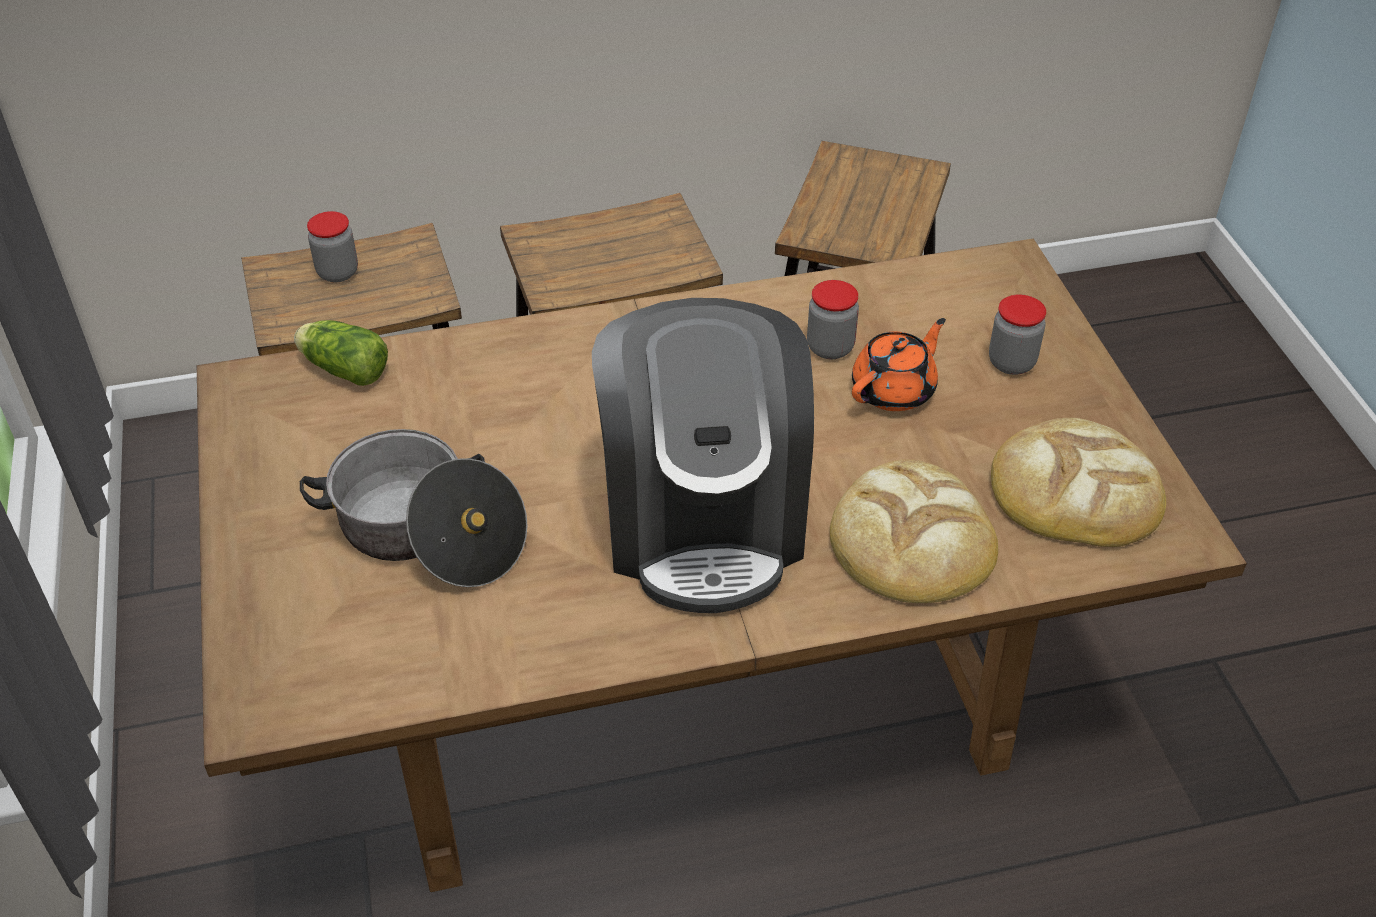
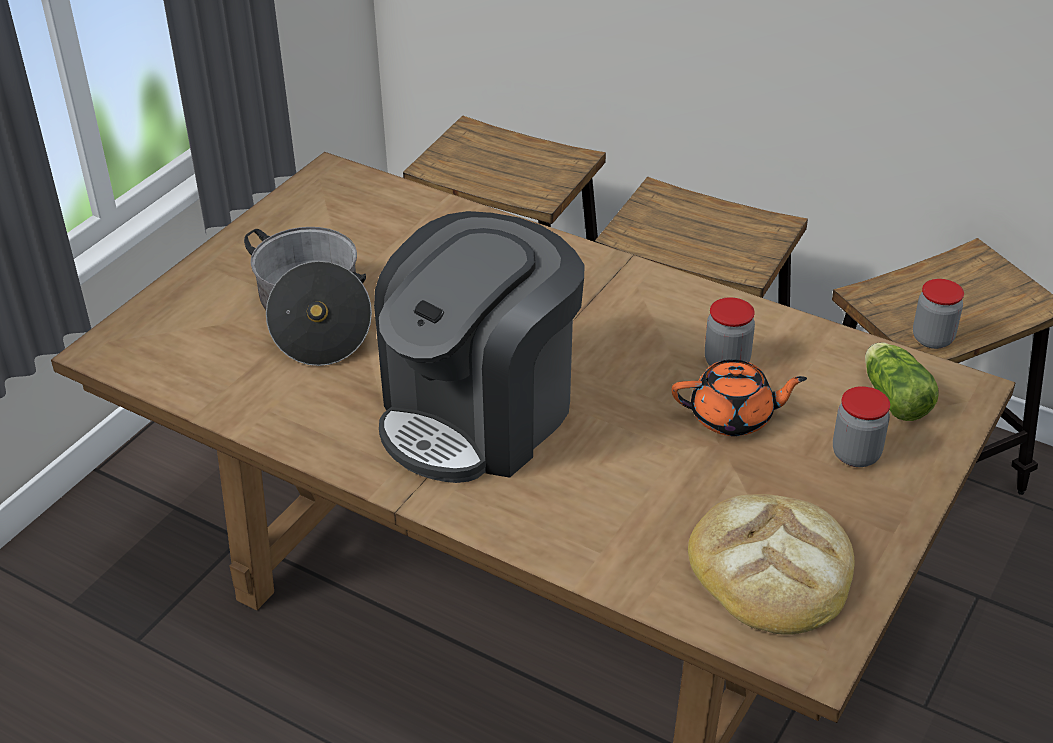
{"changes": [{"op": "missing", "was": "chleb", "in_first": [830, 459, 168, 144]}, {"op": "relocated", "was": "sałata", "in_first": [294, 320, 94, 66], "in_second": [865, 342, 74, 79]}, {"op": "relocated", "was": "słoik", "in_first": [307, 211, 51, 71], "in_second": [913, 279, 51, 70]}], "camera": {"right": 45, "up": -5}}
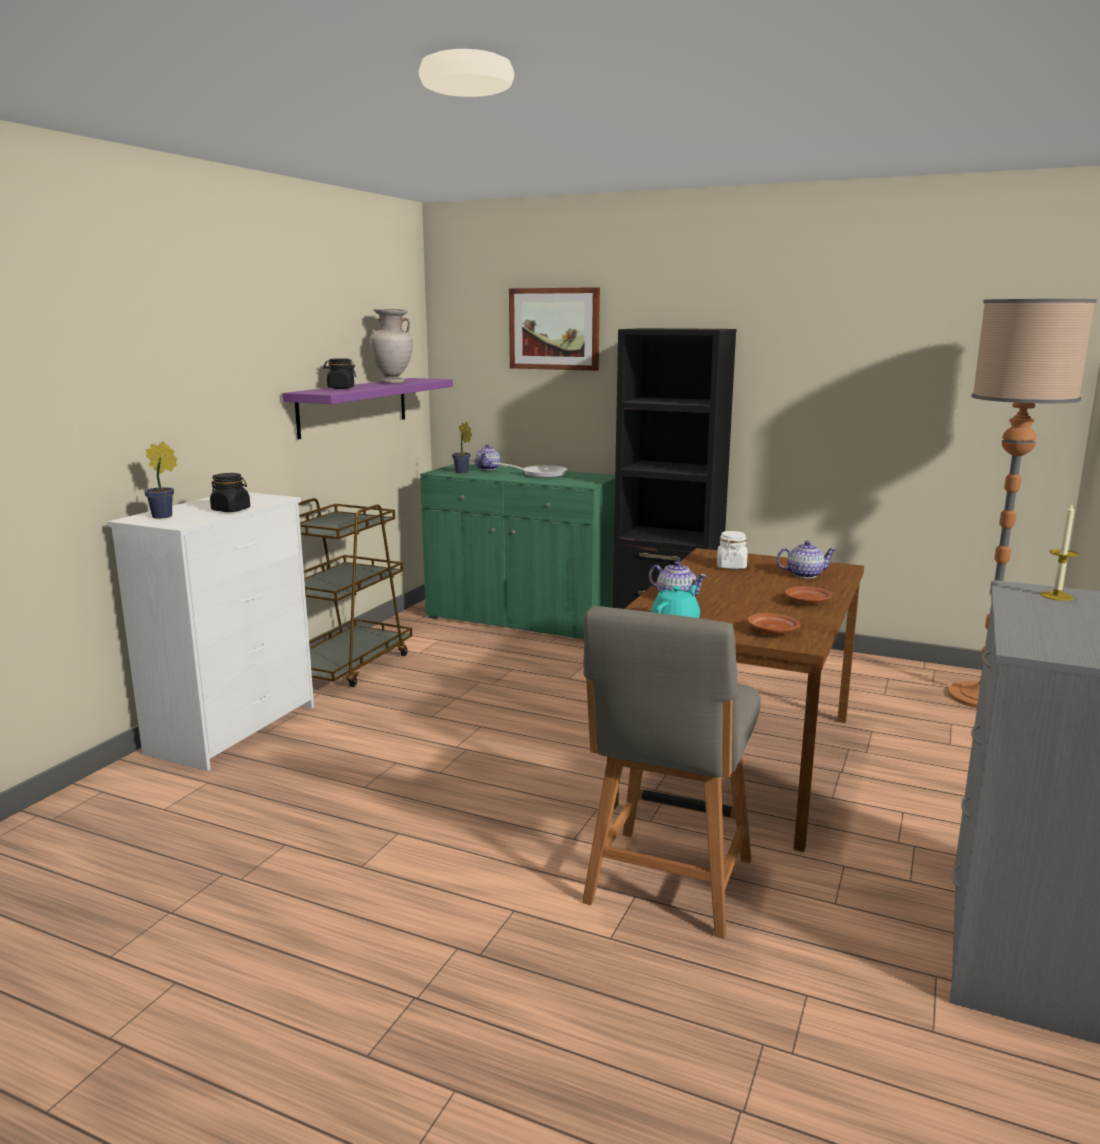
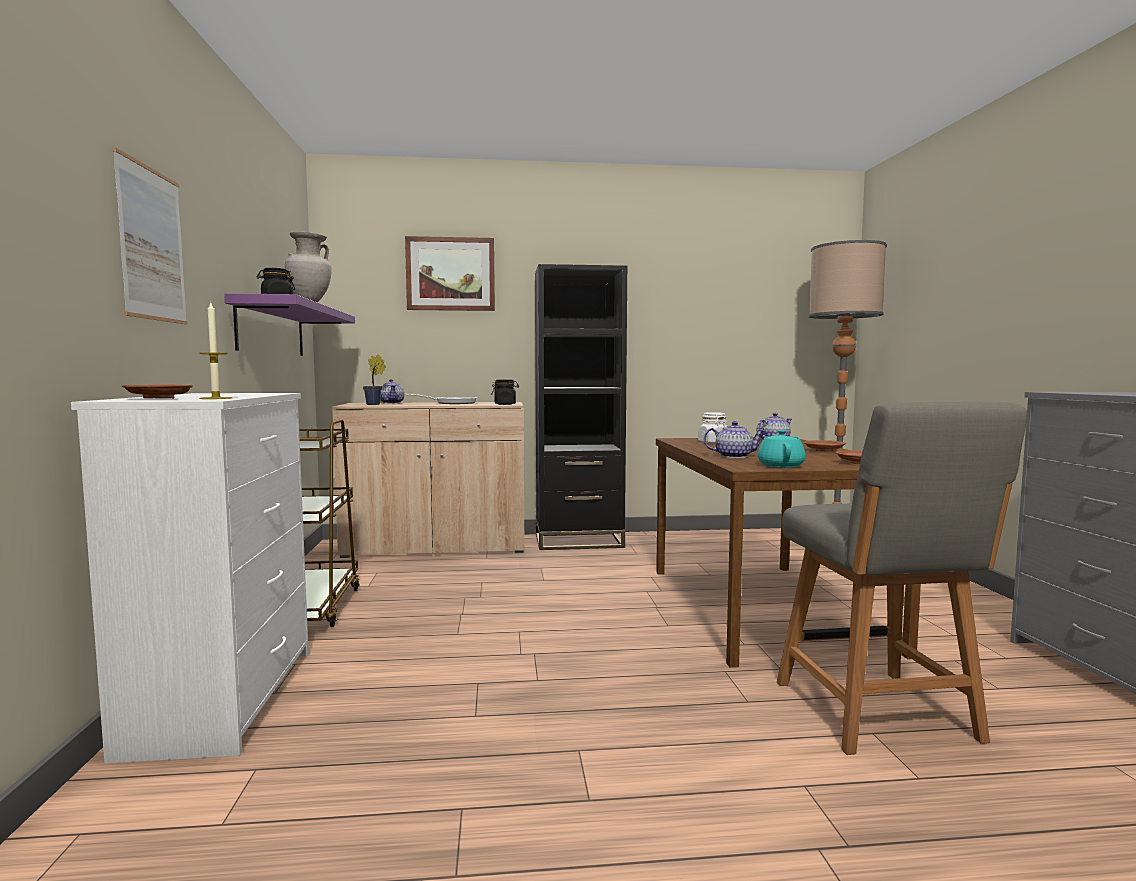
{"changes": [{"op": "appeared", "now": "obraz", "in_second": [112, 147, 76, 177]}, {"op": "relocated", "was": "słoik/czarny", "in_first": [210, 473, 40, 39], "in_second": [491, 379, 28, 26]}, {"op": "relocated", "was": "świeca", "in_first": [1040, 503, 38, 98], "in_second": [199, 303, 33, 96]}, {"op": "exchanged", "was": "roślina doniczkowa", "now": "talerz/brązowy", "in_first": [144, 442, 33, 77], "in_second": [122, 384, 71, 14]}, {"op": "colour", "was": "szafka/zielony", "now": "szafka/beżowy", "in_first": [420, 464, 195, 177], "in_second": [332, 402, 193, 156]}], "camera": {"right": -30, "up": -10}}
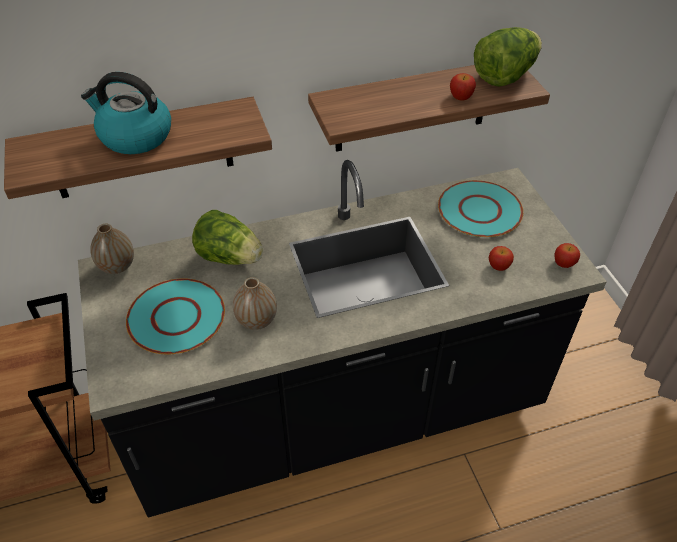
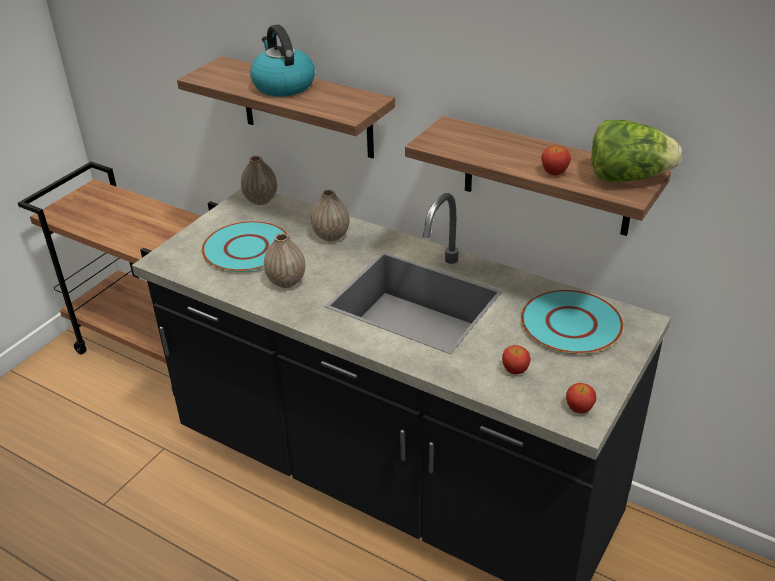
{"changes": [{"op": "exchanged", "was": "sałata", "now": "wazon", "in_first": [192, 210, 71, 55], "in_second": [311, 190, 38, 52]}], "camera": {"right": 50, "up": -10}}
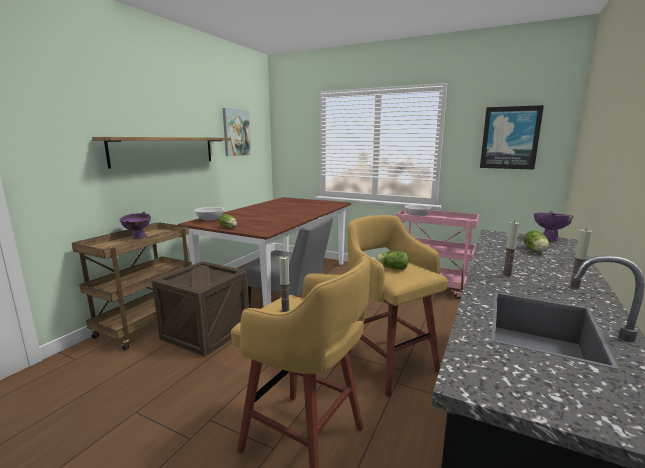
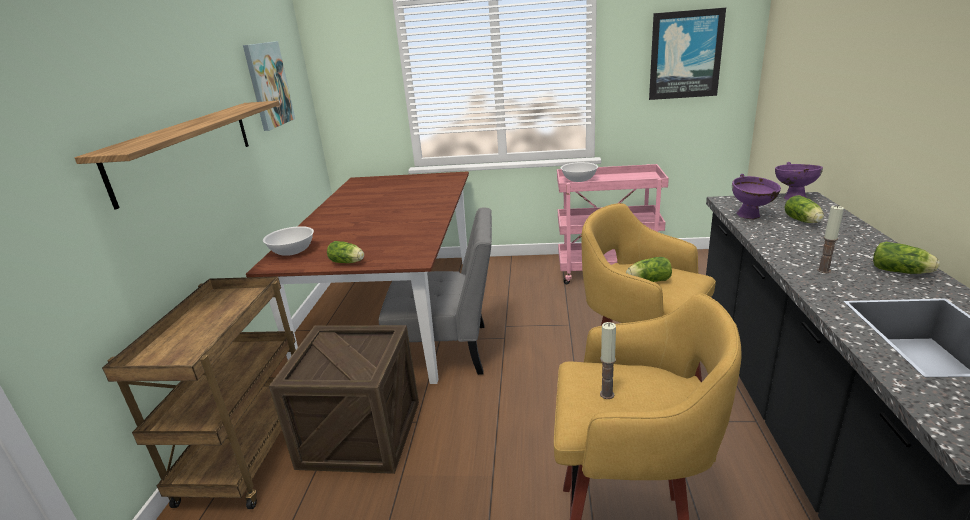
{"changes": [{"op": "relocated", "was": "miska/fioletowy", "in_first": [120, 211, 31, 28], "in_second": [732, 174, 49, 45]}, {"op": "exchanged", "was": "świeca", "now": "sałata", "in_first": [569, 229, 23, 61], "in_second": [873, 242, 67, 32]}], "camera": {"right": -20, "up": 10}}
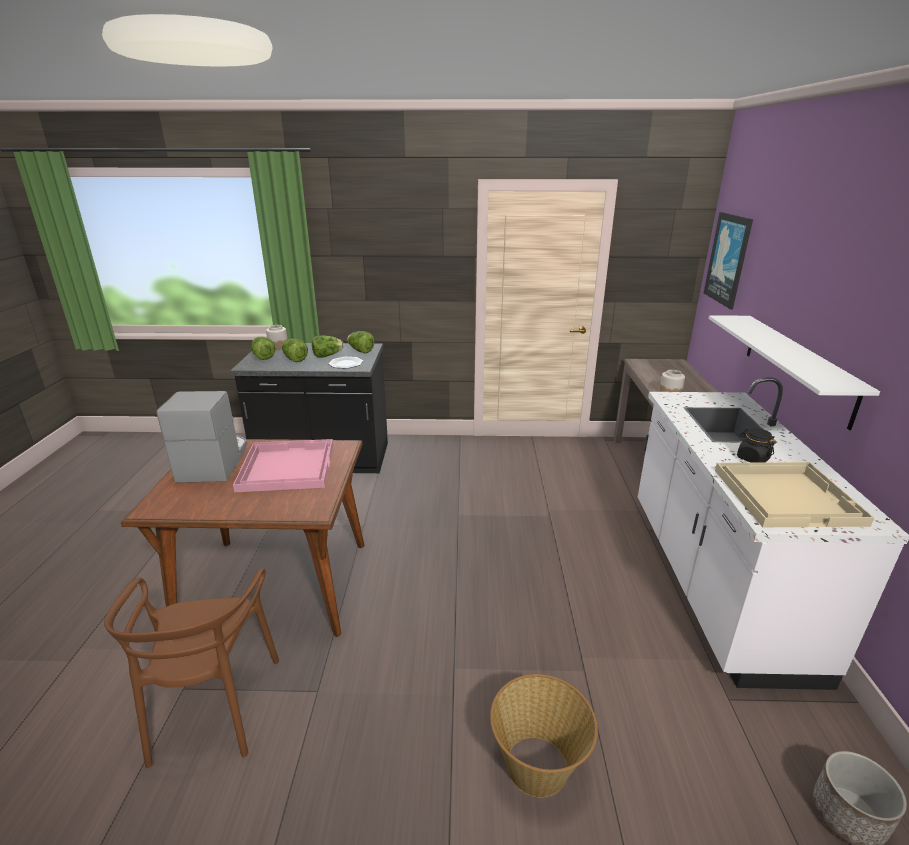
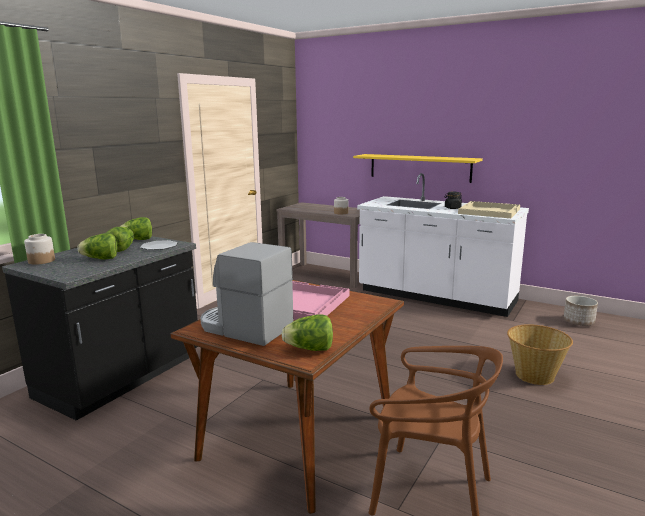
{"changes": [{"op": "missing", "was": "obraz", "in_first": [704, 212, 49, 97]}, {"op": "relocated", "was": "sałata", "in_first": [251, 337, 24, 23], "in_second": [281, 314, 52, 37]}, {"op": "colour", "was": "półka/biały", "now": "półka/żółty", "in_first": [709, 315, 171, 115], "in_second": [353, 154, 130, 29]}], "camera": {"right": -60, "up": -10}}
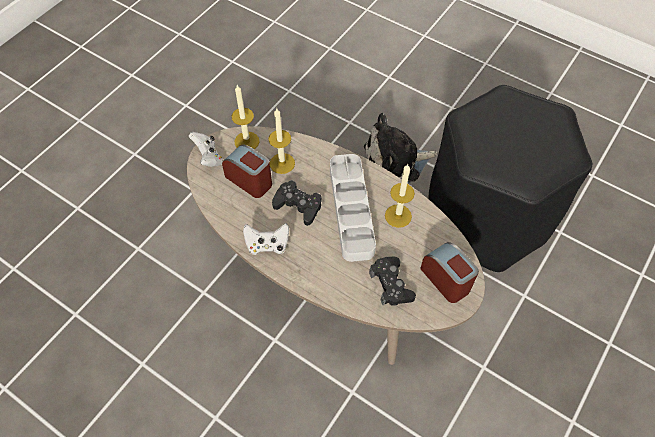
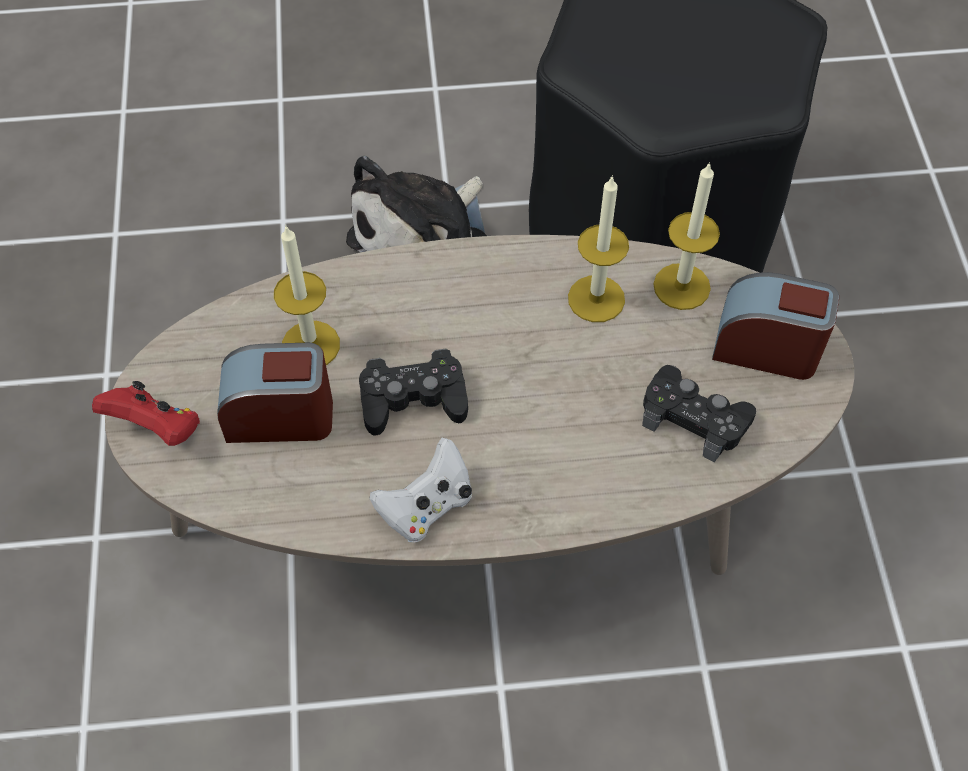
{"changes": [{"op": "missing", "was": "taca/szary", "in_first": [330, 154, 46, 108]}, {"op": "relocated", "was": "świeca", "in_first": [232, 85, 27, 64], "in_second": [654, 162, 66, 148]}, {"op": "colour", "was": "pad do gier/biały", "now": "pad do gier/czerwony", "in_first": [189, 132, 34, 35], "in_second": [92, 381, 108, 65]}], "camera": {"right": -40, "up": 0}}
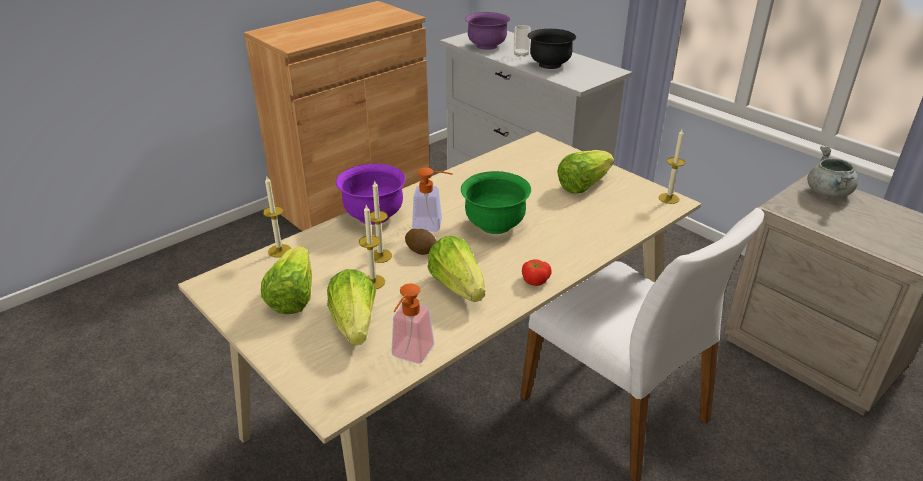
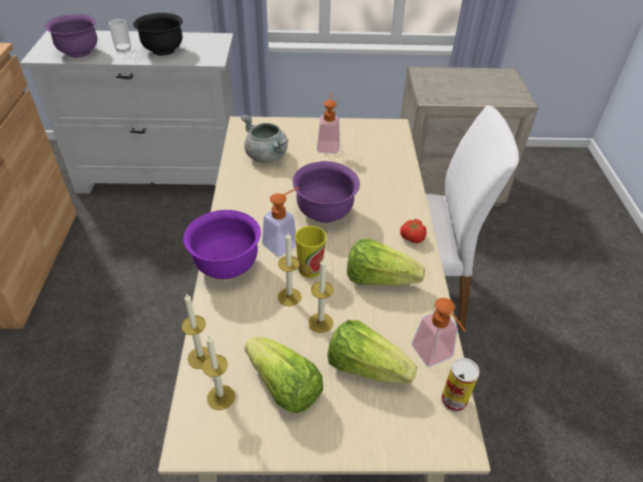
{"changes": [{"op": "appeared", "now": "puszka", "in_second": [441, 358, 39, 54]}, {"op": "relocated", "was": "świeca", "in_first": [659, 129, 26, 75], "in_second": [202, 335, 33, 75]}, {"op": "relocated", "was": "garnek/szary", "in_first": [807, 146, 51, 51], "in_second": [241, 115, 47, 47]}, {"op": "exchanged", "was": "ziemniak", "now": "filiżanka", "in_first": [405, 229, 32, 26], "in_second": [295, 226, 31, 52]}, {"op": "exchanged", "was": "sałata", "now": "dozownik mydła", "in_first": [557, 150, 57, 44], "in_second": [317, 93, 23, 60]}, {"op": "colour", "was": "miska/zielony", "now": "miska/fioletowy", "in_first": [461, 171, 70, 63], "in_second": [293, 161, 67, 62]}], "camera": {"right": -50, "up": 10}}
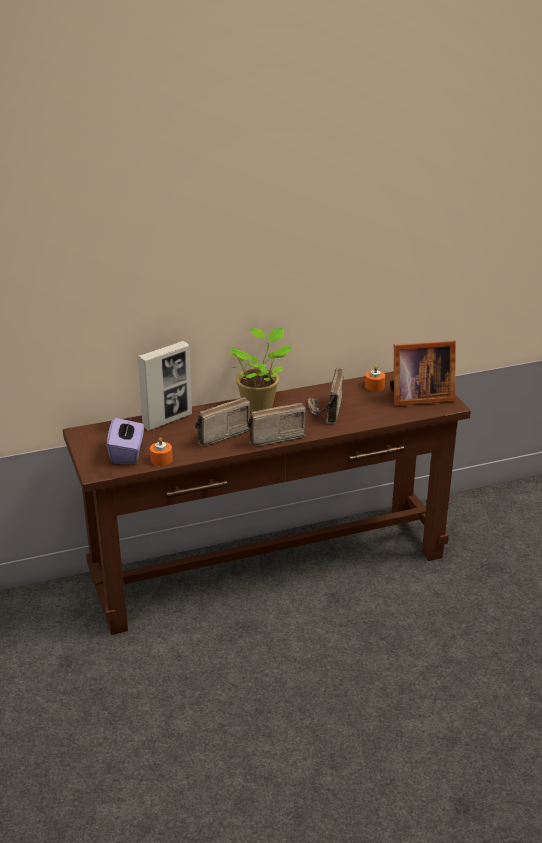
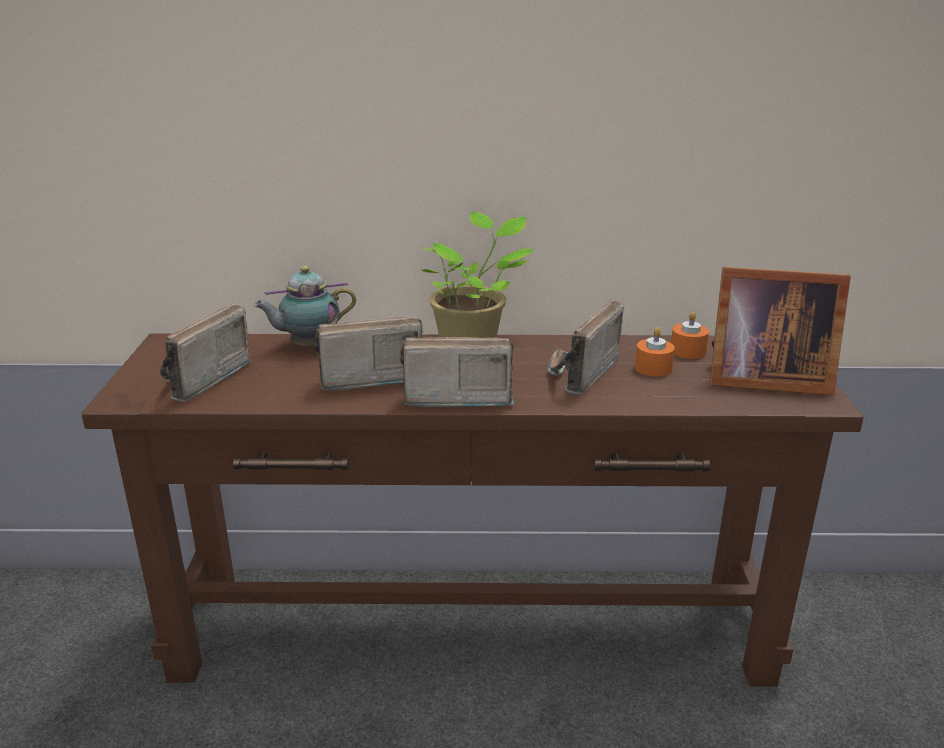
{"changes": [{"op": "relocated", "was": "świeca/pomarańczowy", "in_first": [150, 437, 23, 29], "in_second": [635, 327, 40, 50]}, {"op": "exchanged", "was": "pudełko chusteczek/fioletowy", "now": "radio", "in_first": [107, 416, 37, 48], "in_second": [160, 304, 92, 98]}, {"op": "exchanged", "was": "ramka na zdjęcie", "now": "imbryk", "in_first": [138, 341, 54, 90], "in_second": [254, 266, 102, 82]}], "camera": {"right": 20, "up": -5}}
